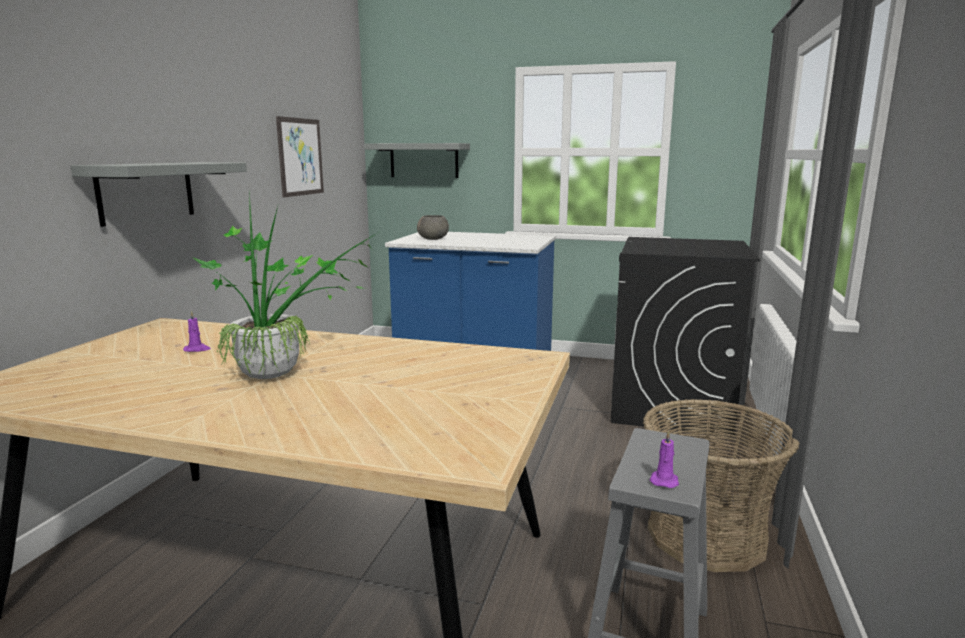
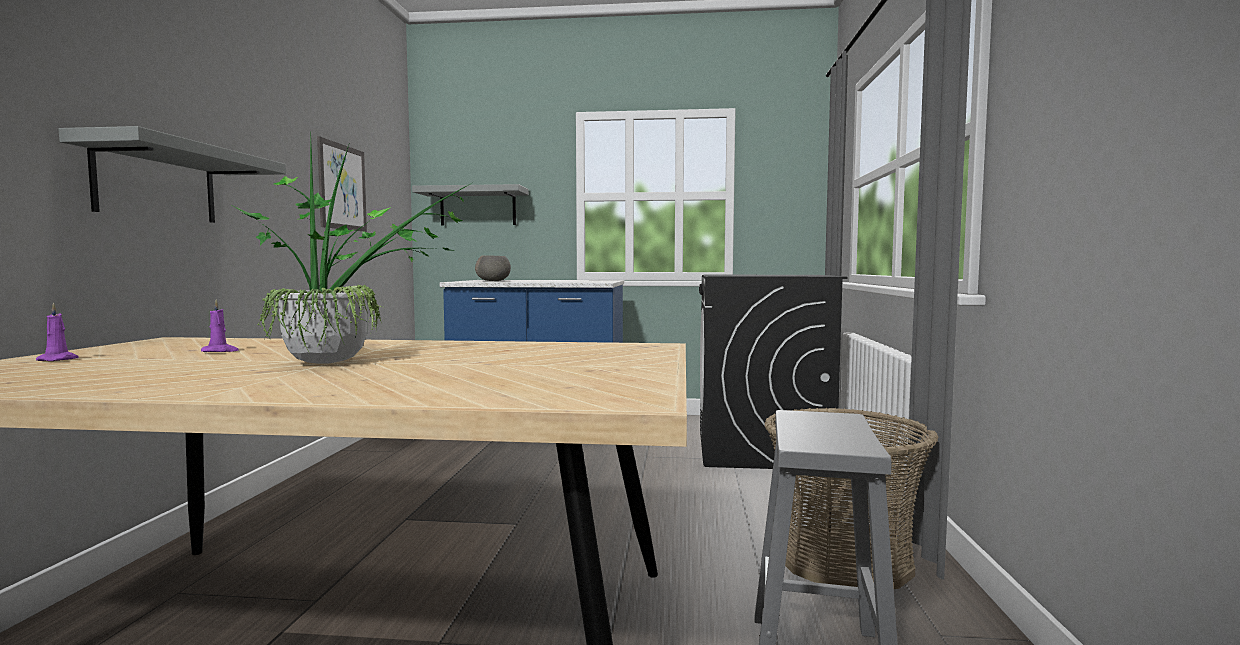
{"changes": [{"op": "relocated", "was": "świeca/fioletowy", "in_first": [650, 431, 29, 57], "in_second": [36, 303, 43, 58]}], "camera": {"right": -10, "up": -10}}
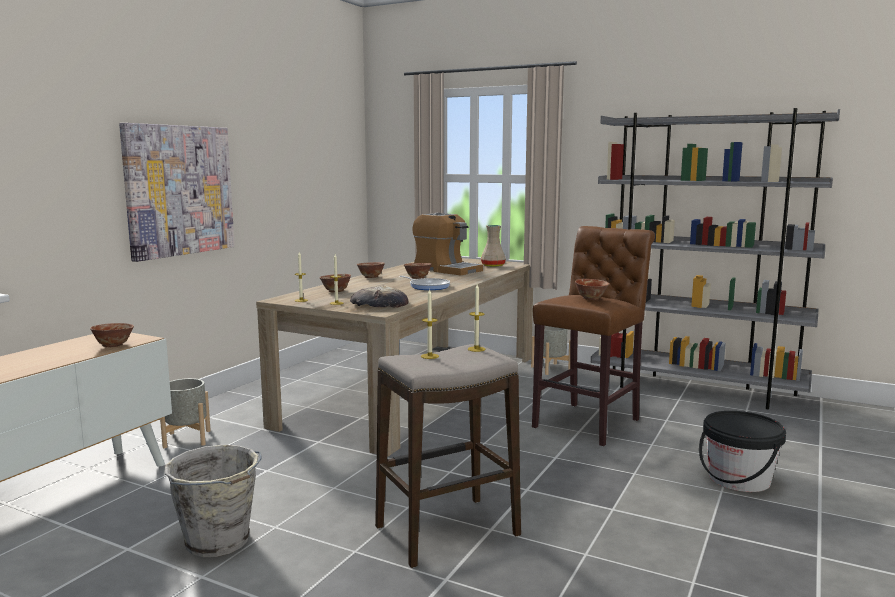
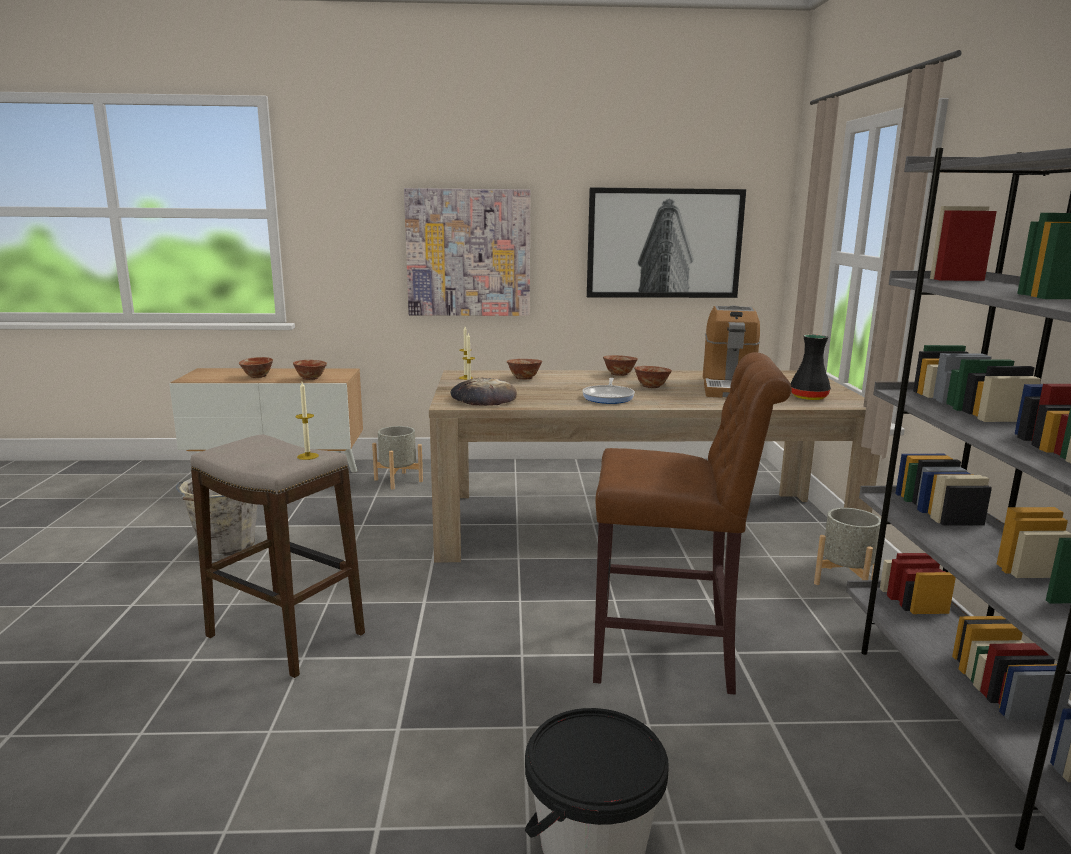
{"changes": [{"op": "missing", "was": "świeca", "in_first": [421, 288, 18, 71]}, {"op": "appeared", "now": "obraz", "in_second": [587, 187, 159, 111]}, {"op": "relocated", "was": "miska", "in_first": [575, 279, 34, 21], "in_second": [239, 357, 34, 21]}, {"op": "colour", "was": "wazon/beżowy", "now": "wazon/czarny", "in_first": [481, 225, 25, 42], "in_second": [791, 335, 40, 65]}], "camera": {"right": 60, "up": 5}}
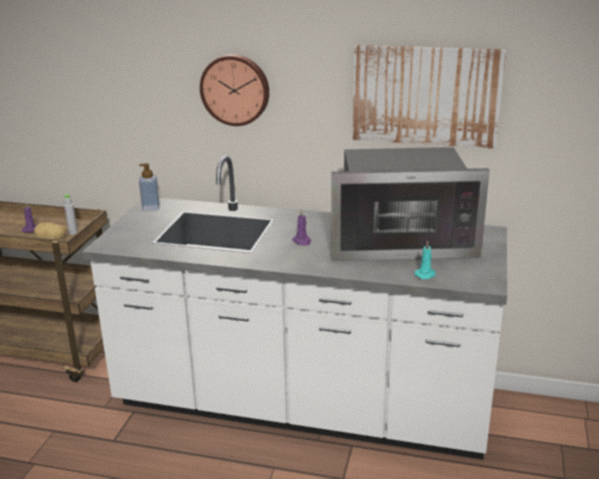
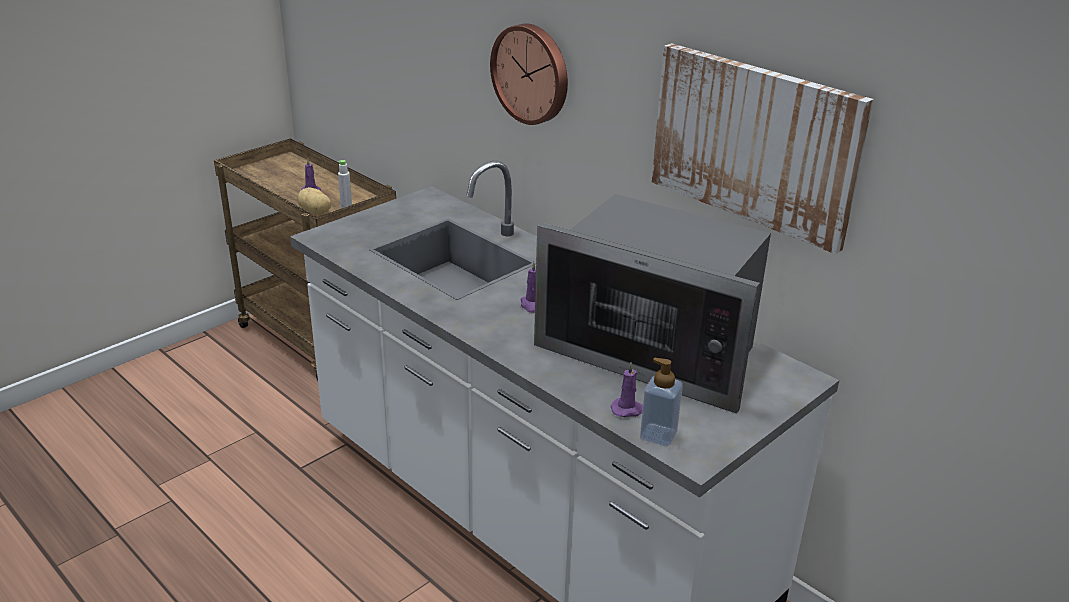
{"changes": [{"op": "relocated", "was": "dozownik mydła", "in_first": [139, 163, 21, 48], "in_second": [640, 358, 43, 88]}, {"op": "colour", "was": "świeca/turkusowy", "now": "świeca/fioletowy", "in_first": [414, 241, 22, 38], "in_second": [611, 362, 32, 55]}], "camera": {"right": 30, "up": 5}}
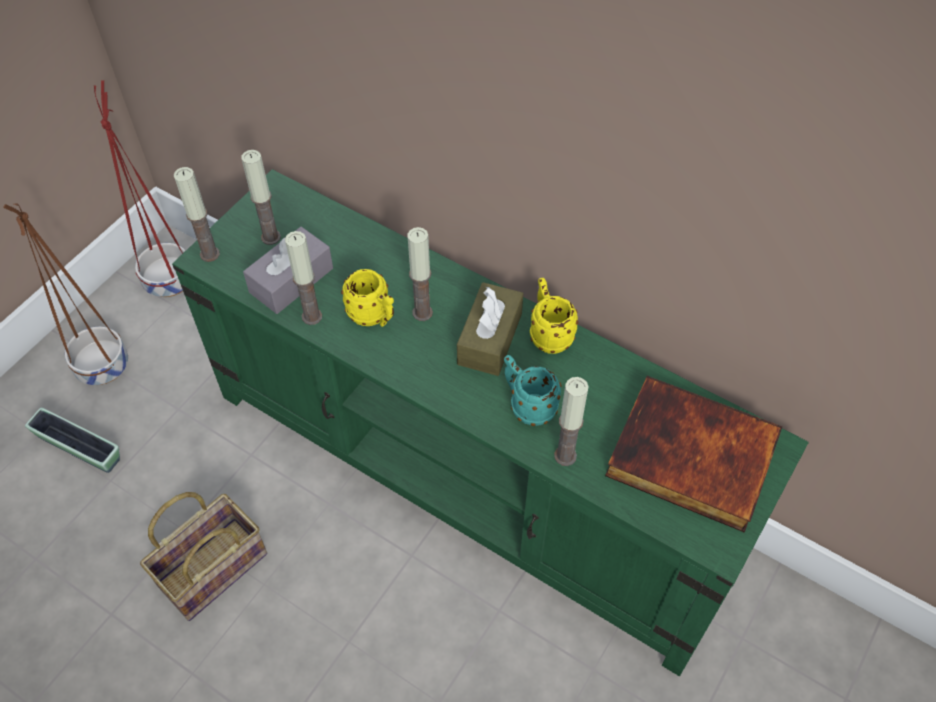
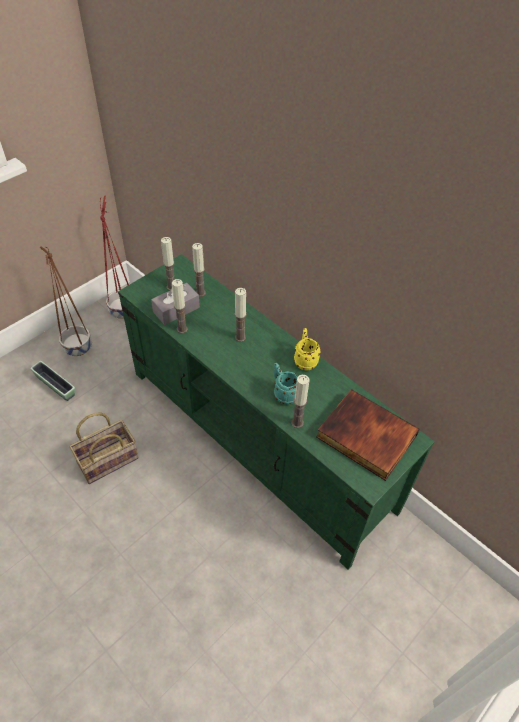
{"changes": [{"op": "missing", "was": "kubek/żółty", "in_first": [341, 269, 53, 58]}, {"op": "missing", "was": "pudełko chusteczek/brązowy", "in_first": [457, 282, 66, 94]}, {"op": "relocated", "was": "świeca", "in_first": [174, 167, 46, 95], "in_second": [192, 243, 14, 54]}], "camera": {"right": 10, "up": -5}}
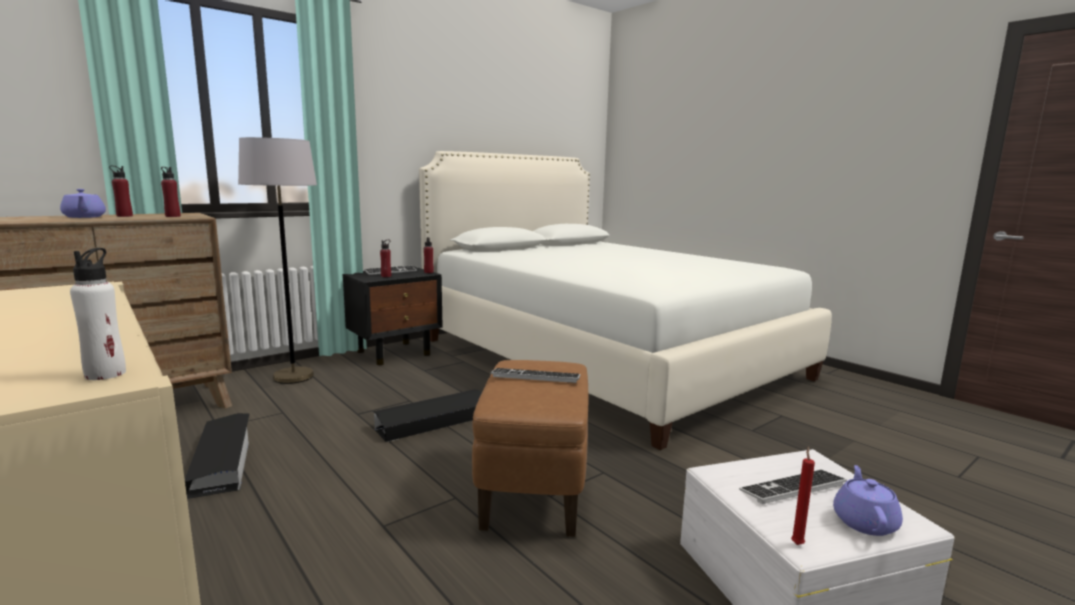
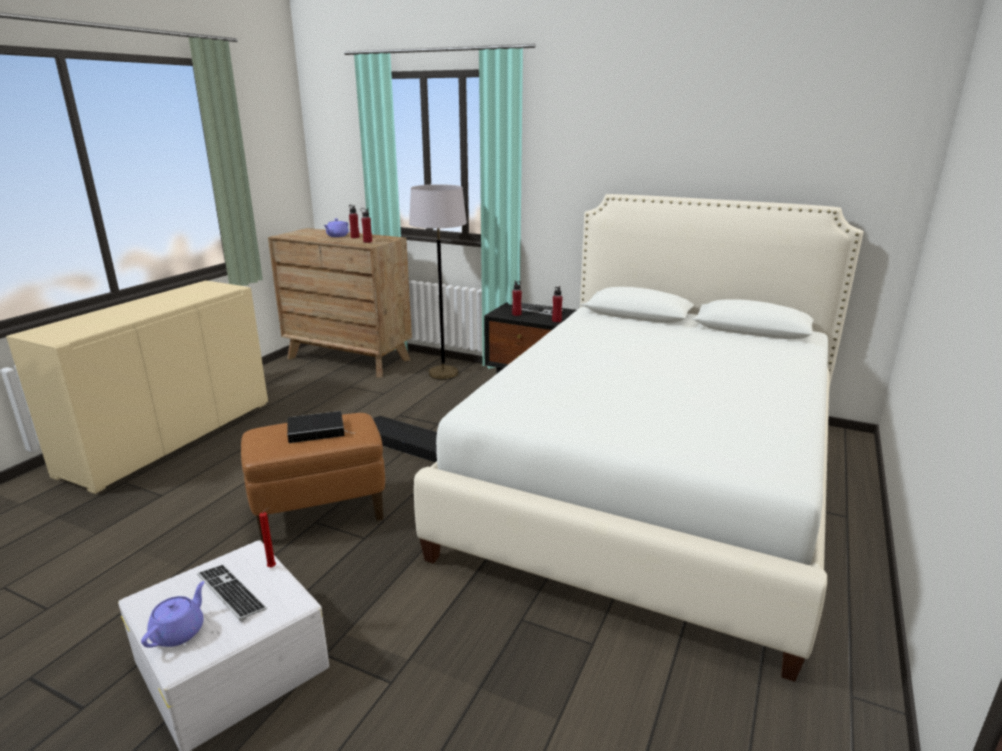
{"changes": [{"op": "missing", "was": "butelka/biały", "in_first": [70, 248, 56, 132]}, {"op": "missing", "was": "pojemnik do przechowywania/czarny", "in_first": [185, 413, 64, 86]}, {"op": "relocated", "was": "świeca/czerwony", "in_first": [791, 446, 24, 99], "in_second": [259, 507, 17, 61]}, {"op": "exchanged", "was": "klawiatura", "now": "książka", "in_first": [491, 368, 89, 15], "in_second": [287, 411, 68, 32]}, {"op": "spun", "was": "imbryk/fioletowy", "in_first": [833, 465, 70, 71], "in_second": [141, 581, 64, 67], "clockwise": -60}], "camera": {"right": 65, "up": 10}}
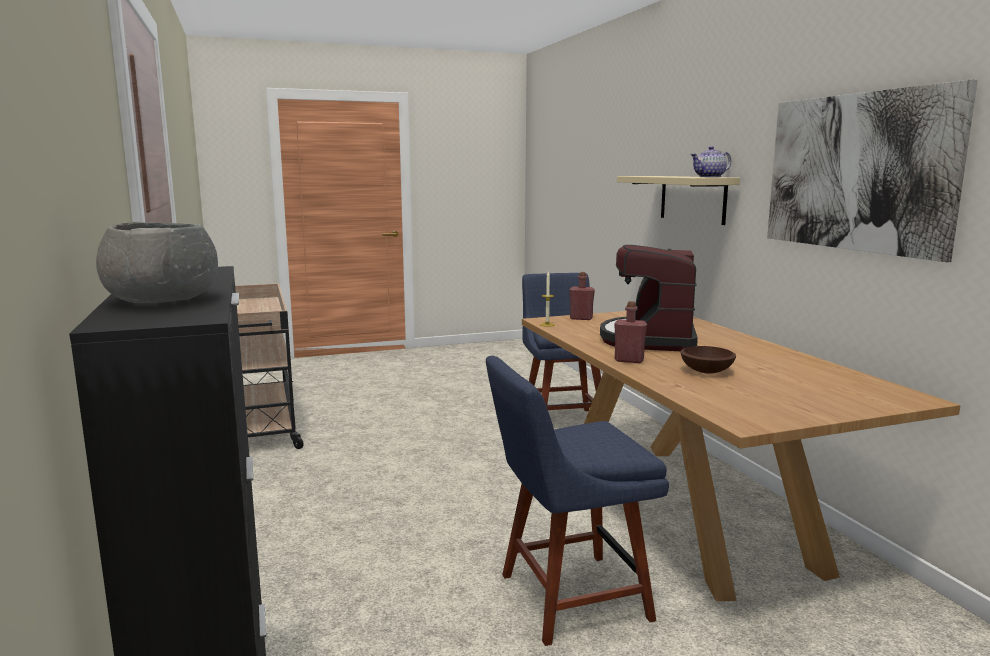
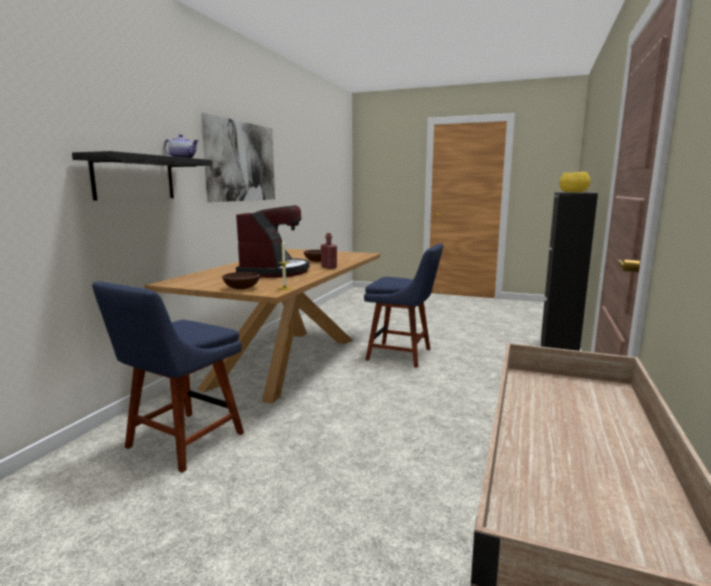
{"changes": [{"op": "exchanged", "was": "butelka/czerwony", "now": "miska/brązowy", "in_first": [569, 272, 26, 48], "in_second": [222, 272, 38, 18]}, {"op": "colour", "was": "miska/szary", "now": "miska/żółty", "in_first": [96, 222, 122, 82], "in_second": [559, 172, 31, 20]}, {"op": "colour", "was": "półka/beżowy", "now": "półka/czarny", "in_first": [617, 176, 123, 49], "in_second": [72, 151, 140, 50]}, {"op": "spun", "was": "ekspres do kawy", "in_first": [600, 245, 98, 106], "in_second": [236, 205, 73, 73], "clockwise": -45}], "camera": {"right": -140, "up": 0}}
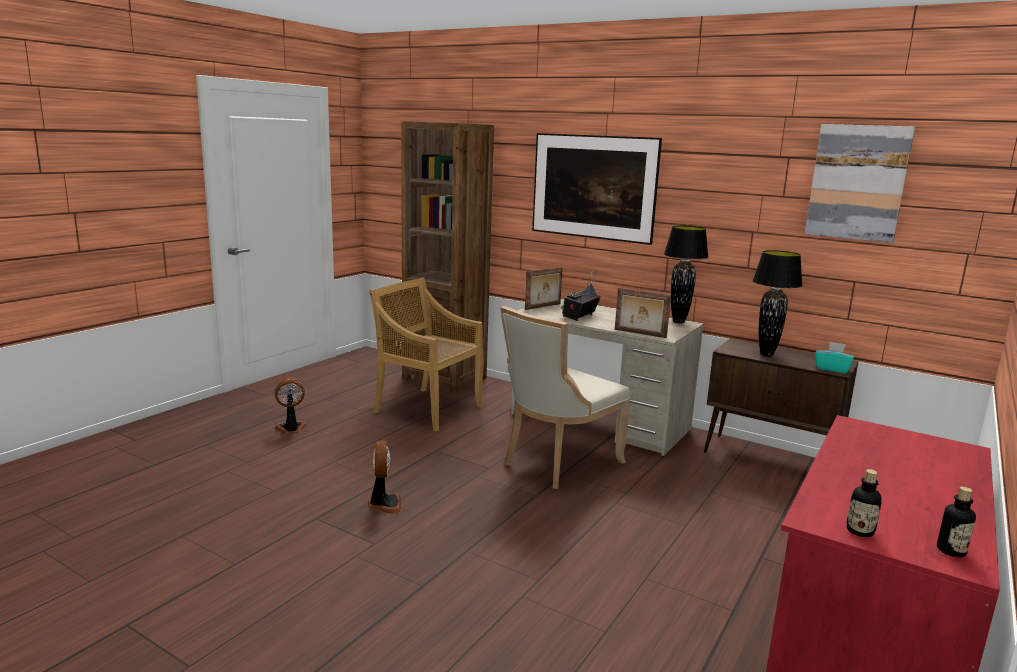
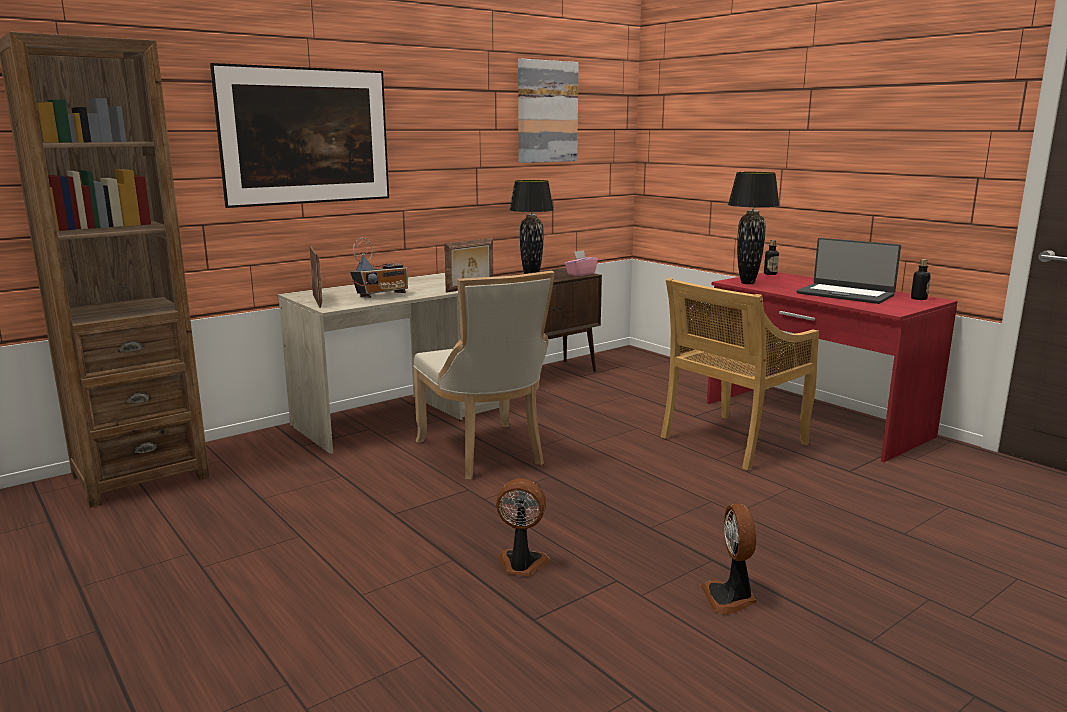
{"changes": [{"op": "appeared", "now": "laptop", "in_second": [797, 238, 104, 66]}, {"op": "relocated", "was": "wentylator", "in_first": [274, 377, 33, 57], "in_second": [701, 504, 56, 111]}, {"op": "relocated", "was": "krzesło/beżowy", "in_first": [369, 277, 115, 155], "in_second": [661, 278, 158, 192]}, {"op": "relocated", "was": "lampa stołowa/czarny", "in_first": [664, 226, 44, 98], "in_second": [728, 172, 52, 112]}, {"op": "relocated", "was": "butelka", "in_first": [846, 469, 36, 68], "in_second": [764, 240, 15, 35]}, {"op": "colour", "was": "pudełko chusteczek/turkusowy", "now": "pudełko chusteczek/różowy", "in_first": [815, 342, 39, 32], "in_second": [565, 250, 33, 26]}, {"op": "spun", "was": "radio", "in_first": [561, 270, 40, 51], "in_second": [350, 238, 58, 60], "clockwise": -90}], "camera": {"right": -70, "up": 0}}
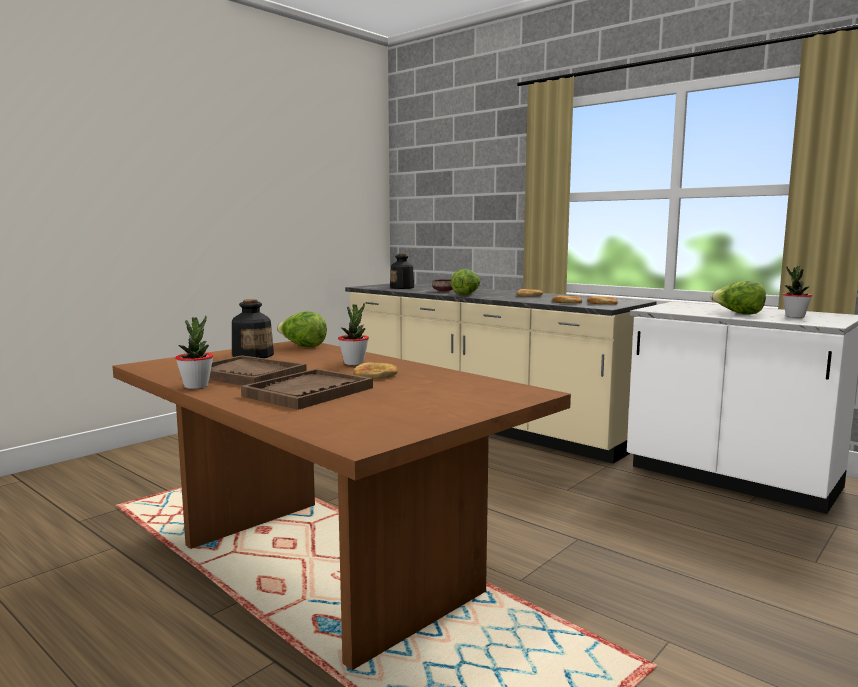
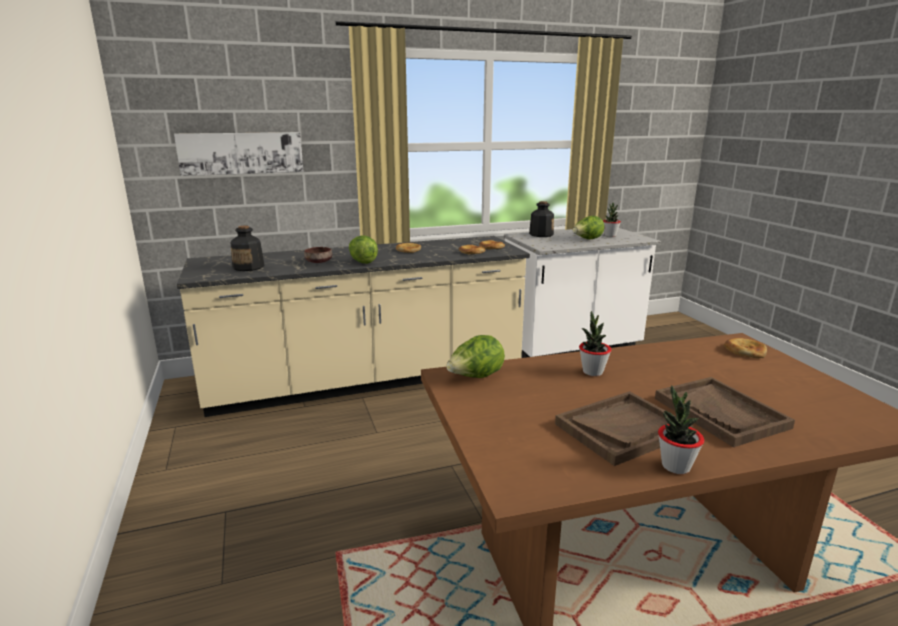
{"changes": [{"op": "appeared", "now": "obraz", "in_second": [174, 132, 130, 44]}, {"op": "relocated", "was": "butelka", "in_first": [232, 299, 42, 59], "in_second": [529, 201, 25, 36]}, {"op": "relocated", "was": "chleb", "in_first": [353, 362, 45, 17], "in_second": [724, 338, 43, 20]}], "camera": {"right": -60, "up": 10}}
